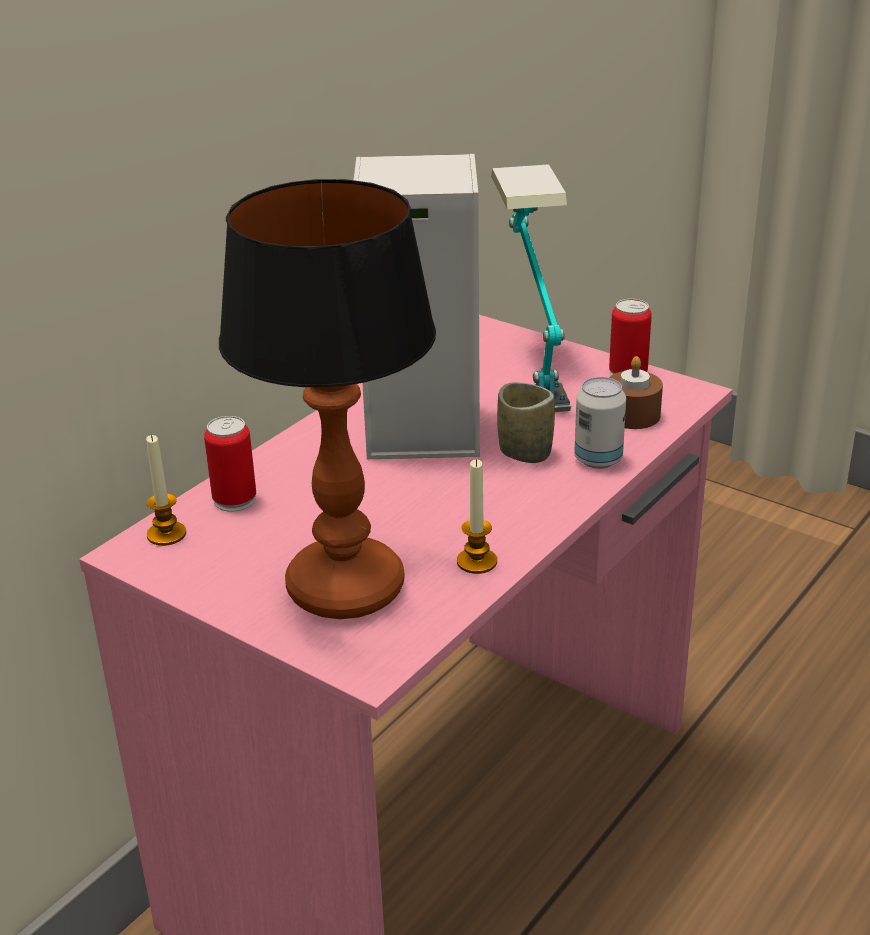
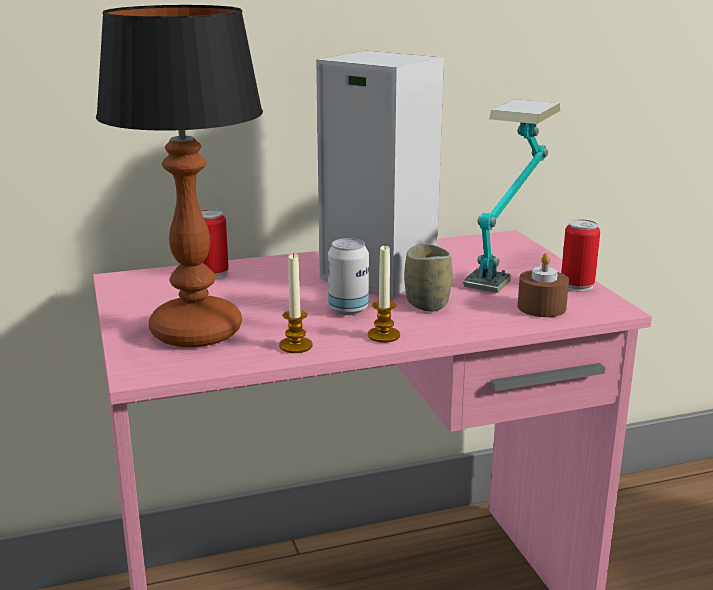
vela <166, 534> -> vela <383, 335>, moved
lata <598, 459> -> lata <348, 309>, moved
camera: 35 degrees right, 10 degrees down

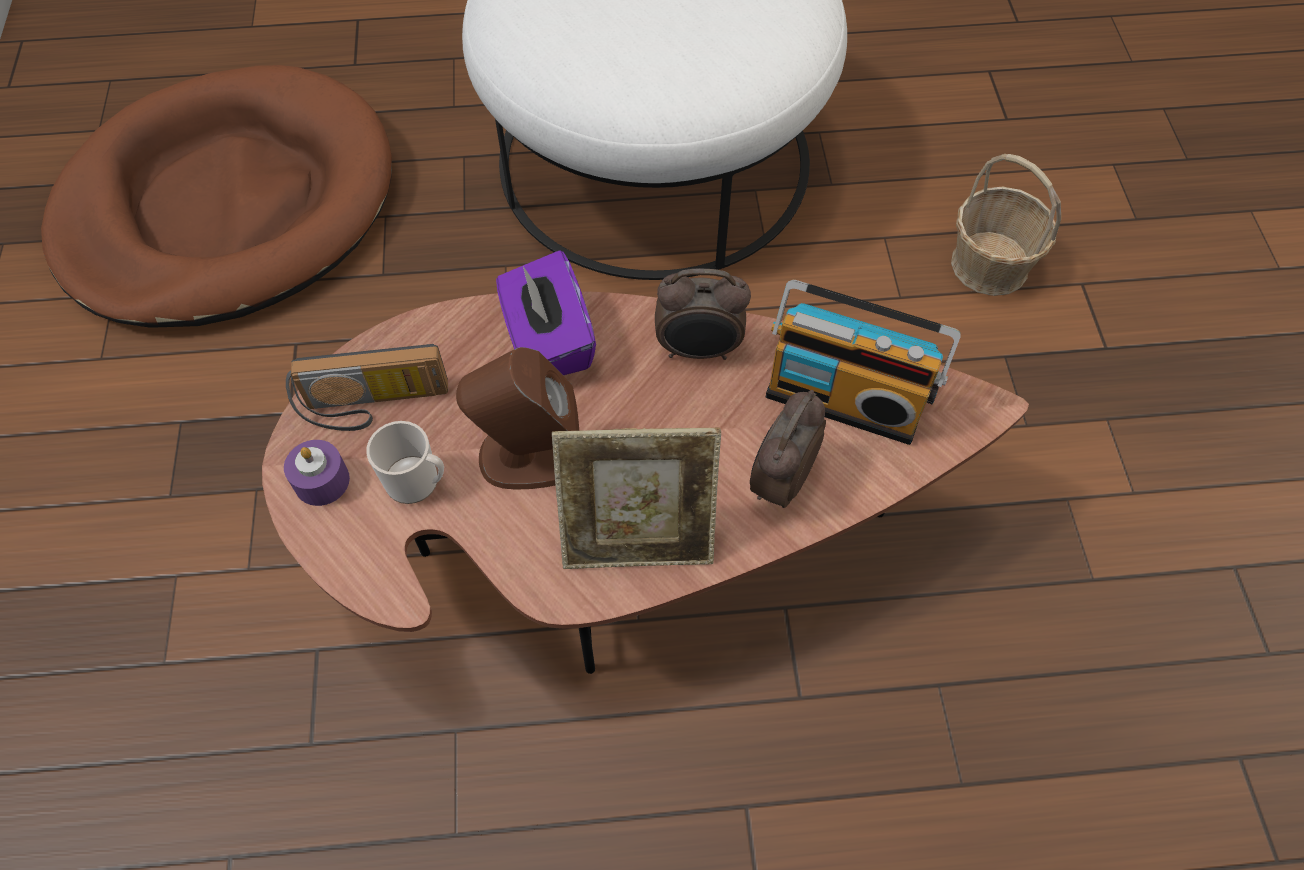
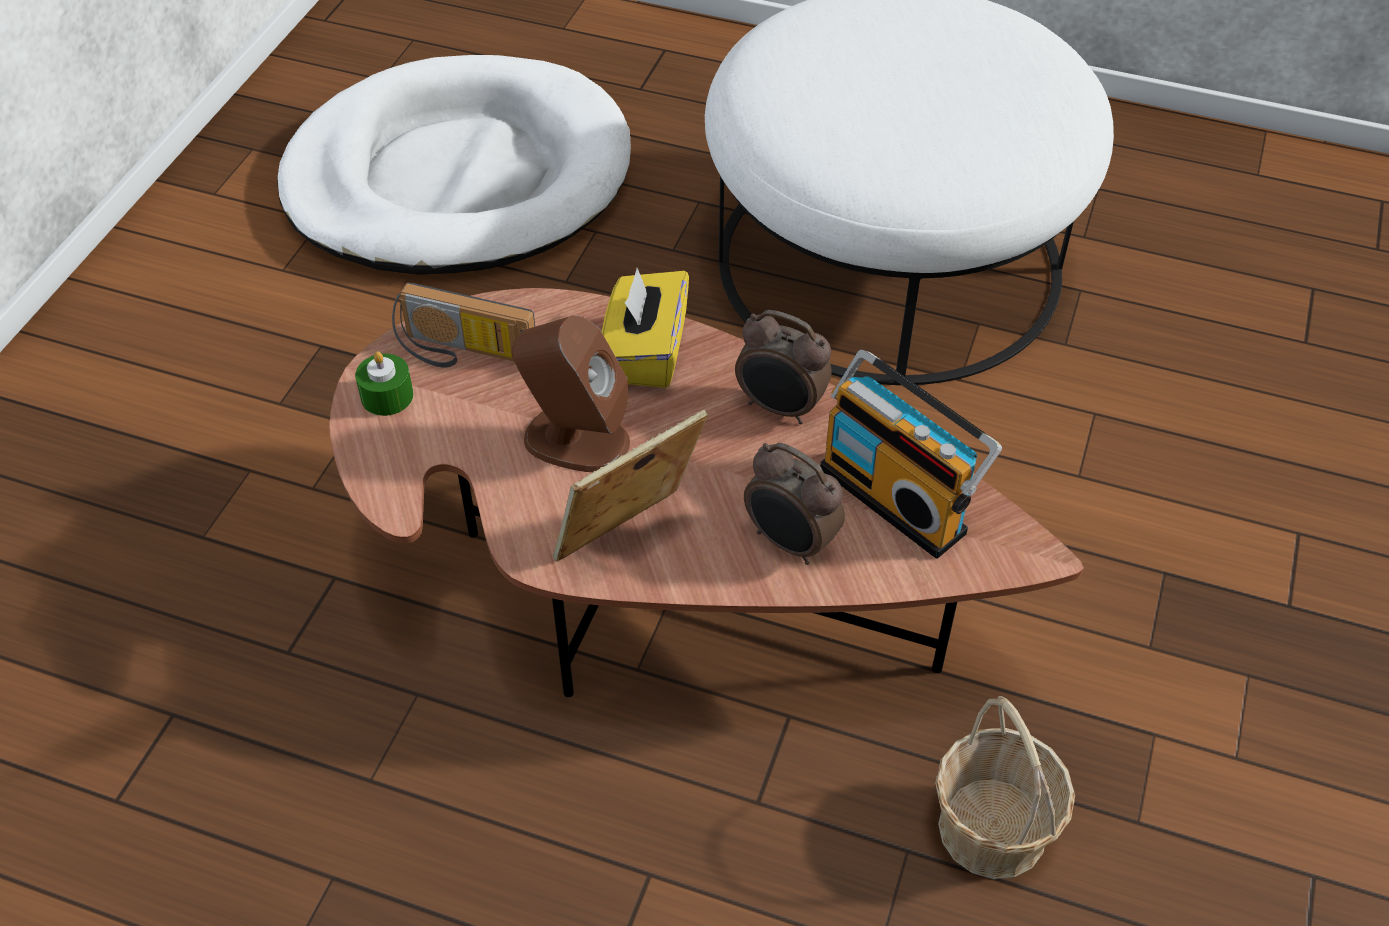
cama para perro [marrón] <228, 206> -> cama para perro [blanco] <458, 178>
vela [morado] <322, 481> -> vela [verde] <387, 396>
taza grande <417, 482> -> none
caja de pañuelos [morado] <548, 341> -> caja de pañuelos [amarillo] <645, 353>
portarretratos <638, 539> -> portarretratos <630, 542>, 120 degrees clockwise
despertador <779, 481> -> despertador <790, 543>, 105 degrees counterclockwise
cesta <989, 265> -> cesta <992, 830>, moved
camera: 25 degrees right, 10 degrees down

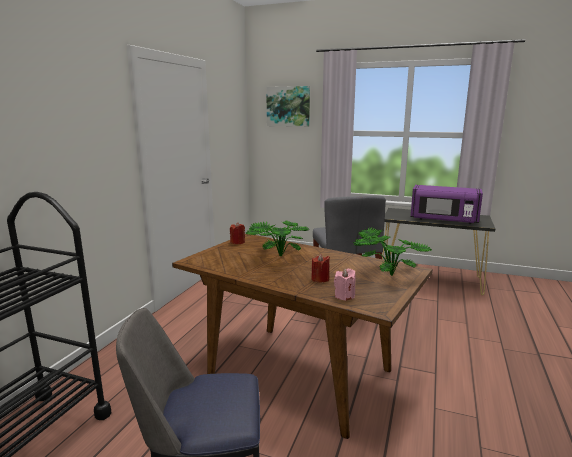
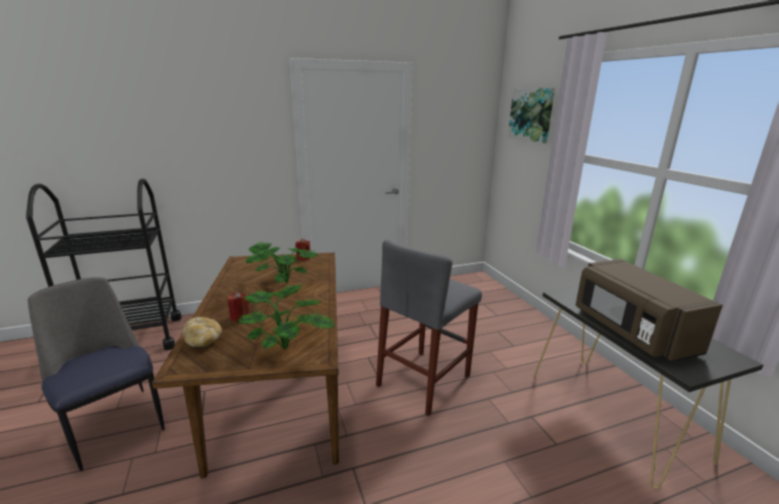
vela [rosa] <344, 296> -> pan <203, 341>
microondas [morado] <443, 220> -> microondas [marrón] <631, 331>
camera: 50 degrees right, 5 degrees up

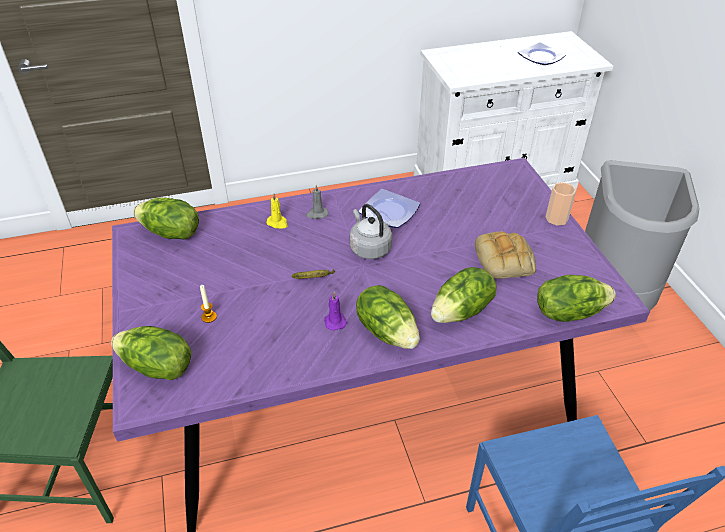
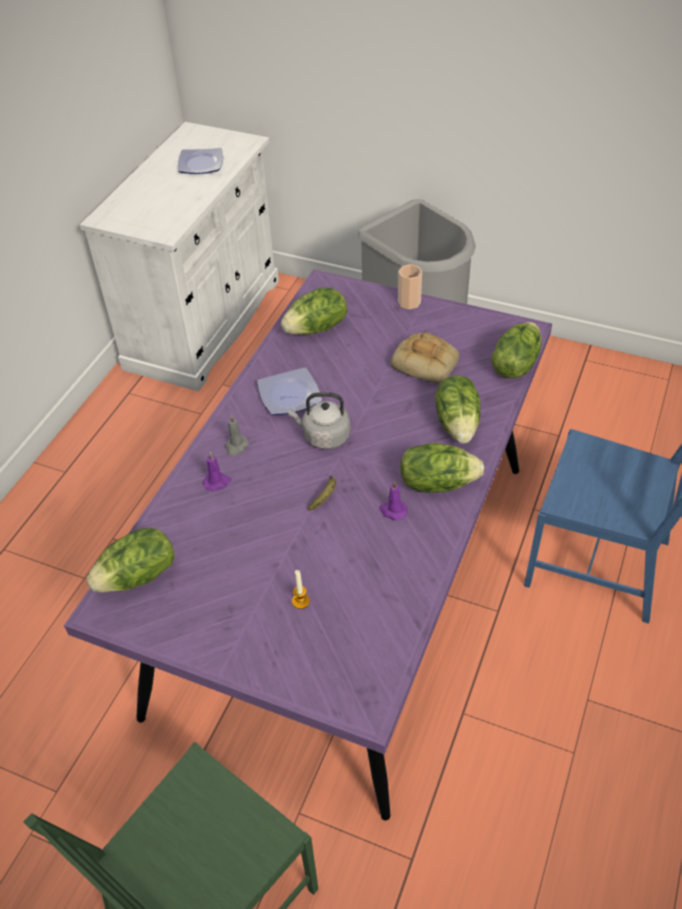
lechuga <157, 368> -> lechuga <317, 328>, moved
vela [amarillo] <277, 223> -> vela [morado] <217, 482>
camera: 50 degrees left, 5 degrees up

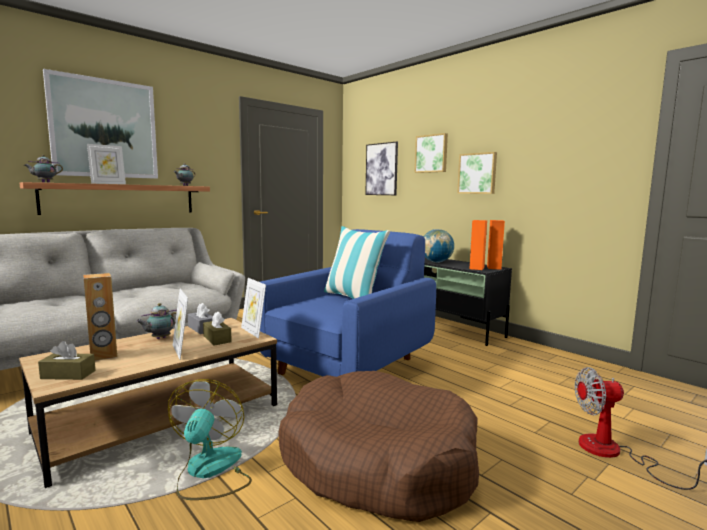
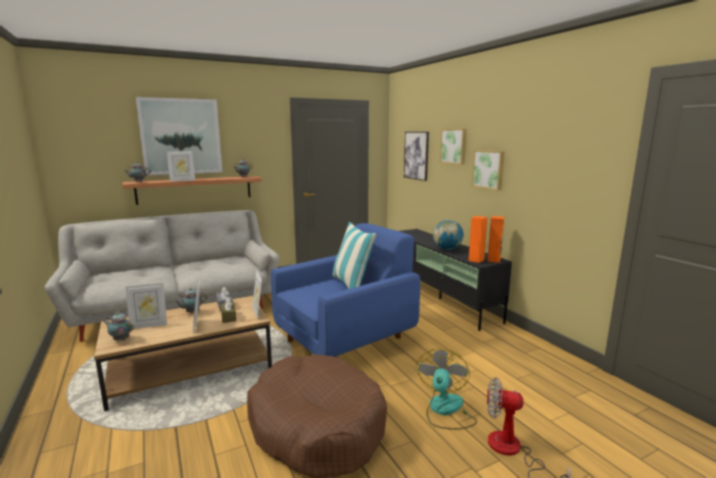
caja de pañuelos [marrón] <68, 374> -> tetera <121, 339>
altavoz [marrón] <103, 356> -> portarretratos <149, 325>
ventilador <209, 472> -> ventilador <445, 410>, moved
camera: 15 degrees right, 5 degrees up

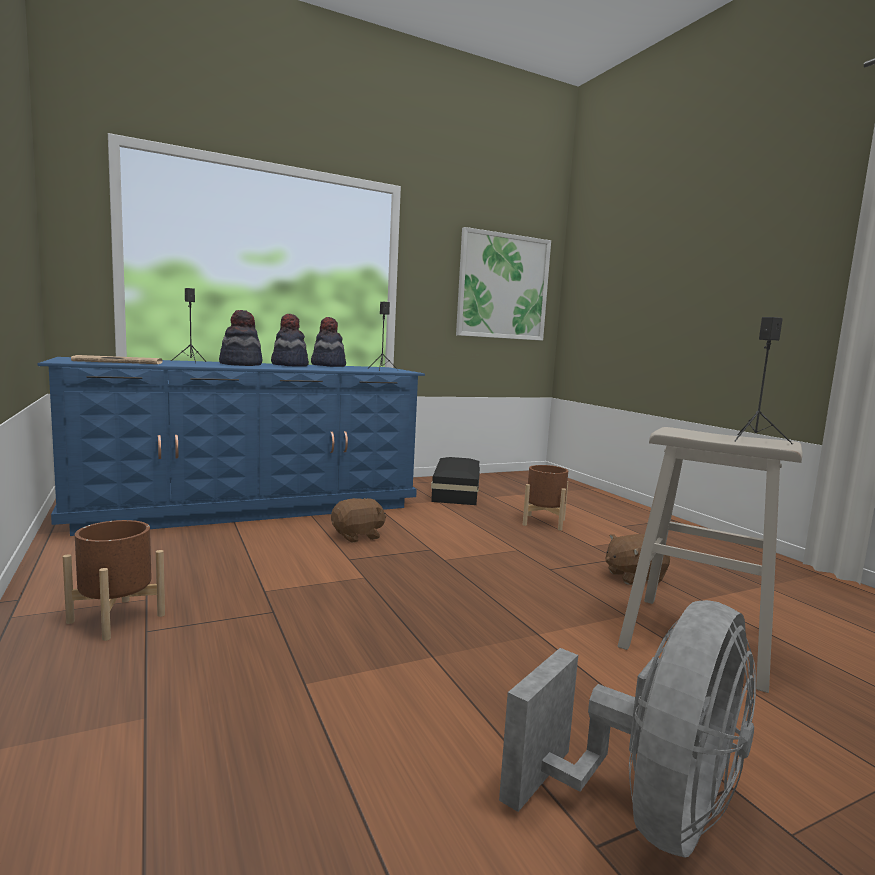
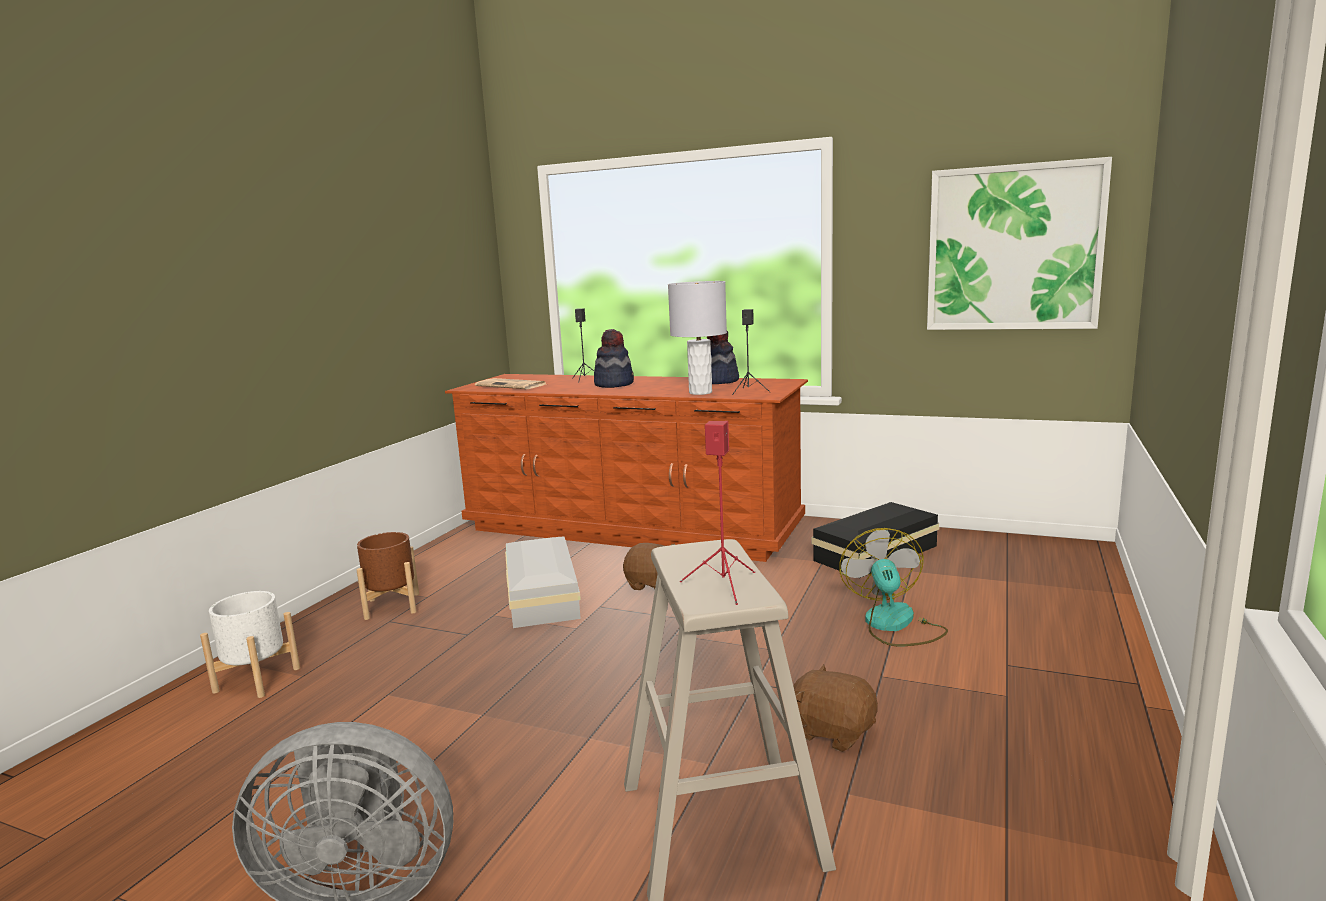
cómoda [azul] <249, 506> -> cómoda [marrón] <630, 528>
sombrero <289, 365> -> none
maceta [marrón] <544, 522> -> ventilador <894, 625>
altavoz [negro] <753, 439> -> altavoz [rojo] <724, 585>
none -> maceta [blanco] <256, 680>
none -> caja de almacenaje [blanco] <543, 594>
none -> lámpara de mesa [gris] <700, 392>
camera: 50 degrees right, 5 degrees up

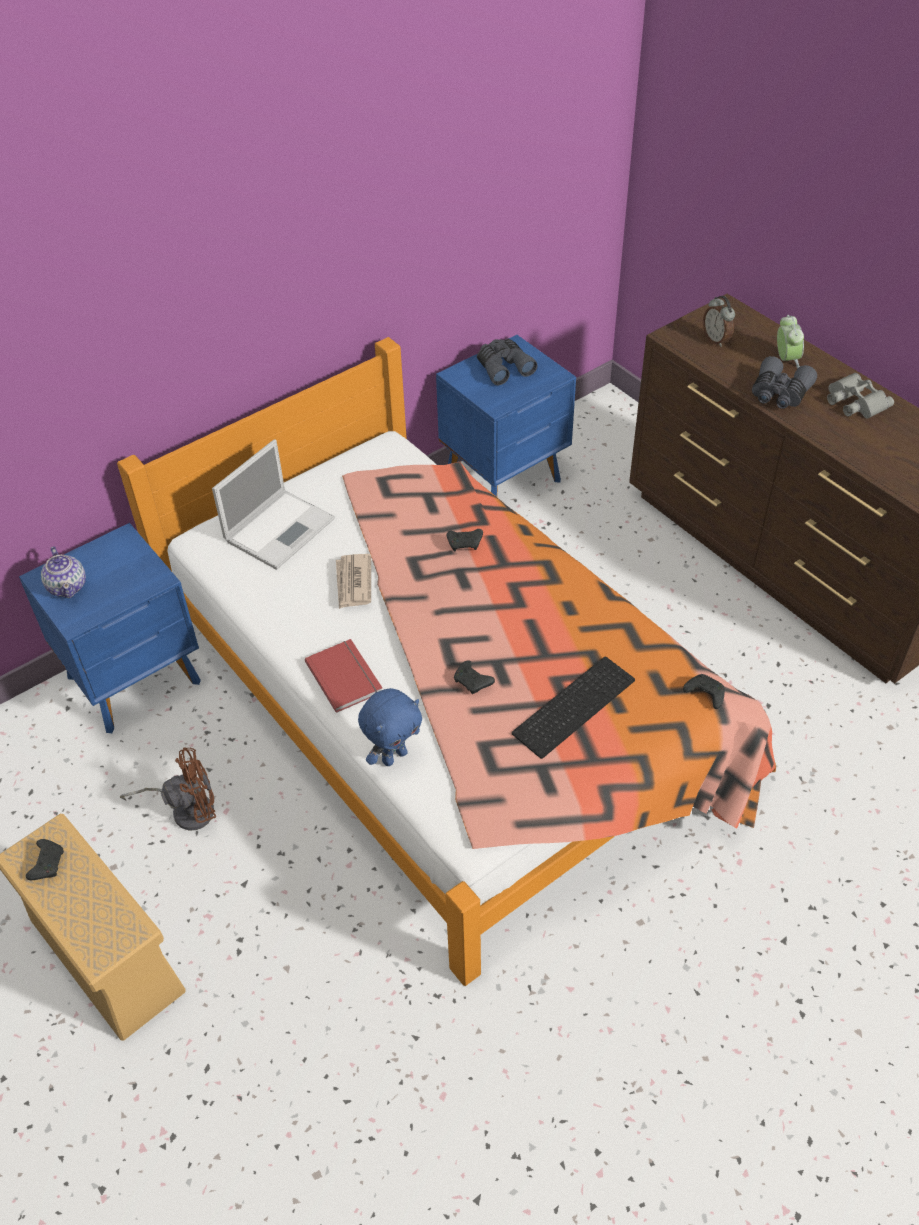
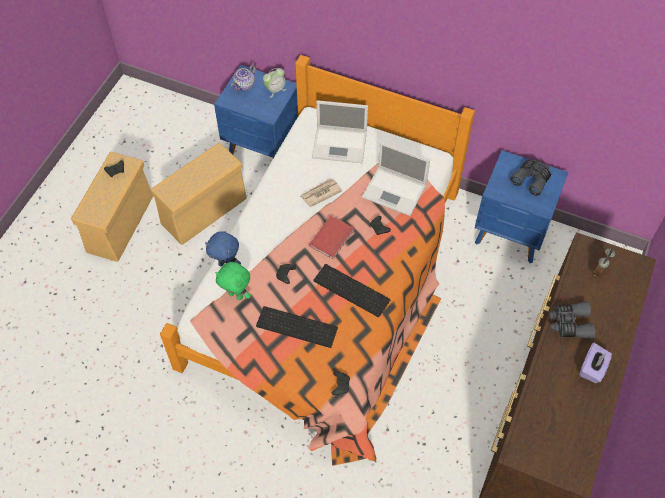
ventilador [marrón] <186, 810> -> caja de almacenaje [beis] <205, 210>
libro [rojo] <346, 676> -> libro [rojo] <333, 238>, moved
despertador <786, 360> -> despertador <275, 90>, moved
prismáticos [gris] <854, 401> -> caja de pañuelos [morado] <592, 368>
none -> peluche [verde] <236, 295>
none -> teclado <353, 289>
none -> portátil <395, 191>
camera: 60 degrees right, 10 degrees up

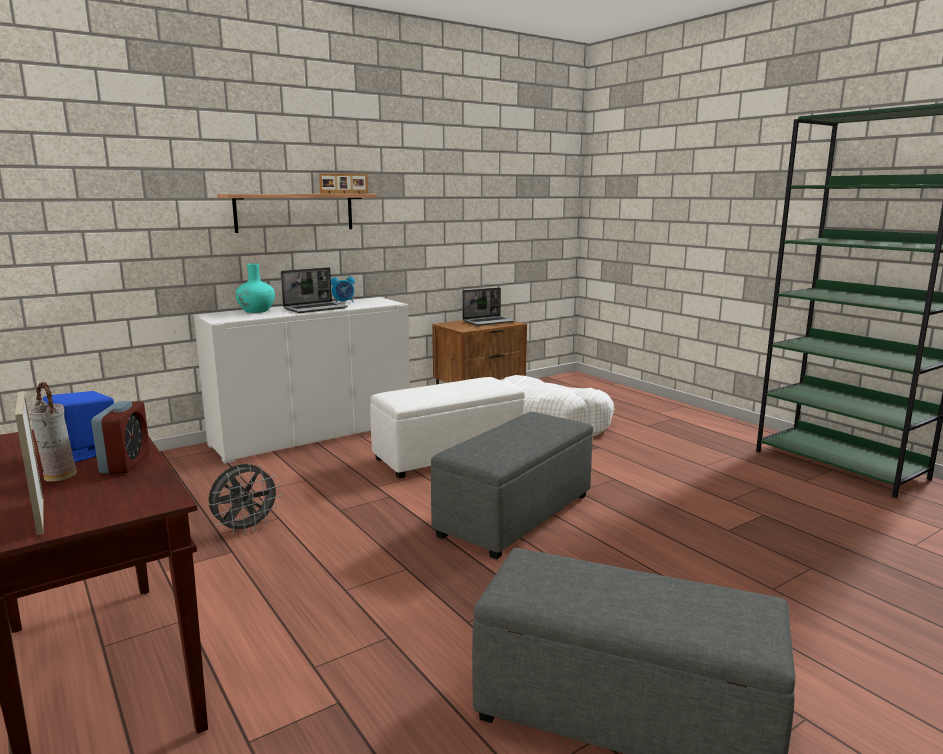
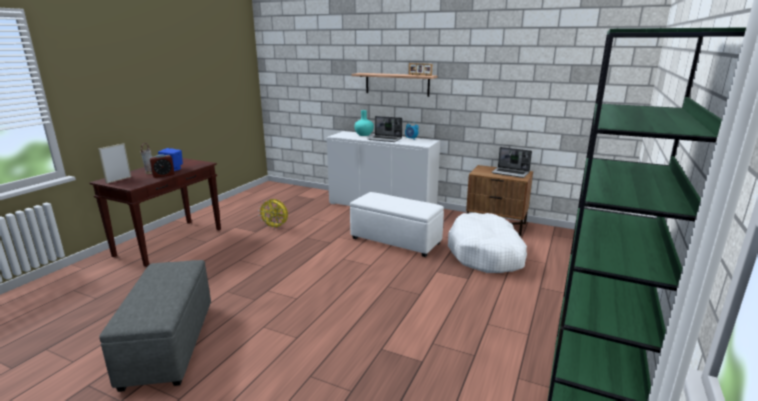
ventilador [gris] <246, 529> -> ventilador [amarillo] <275, 227>
puf [gris] <516, 514> -> none
camera: 60 degrees right, 5 degrees up

